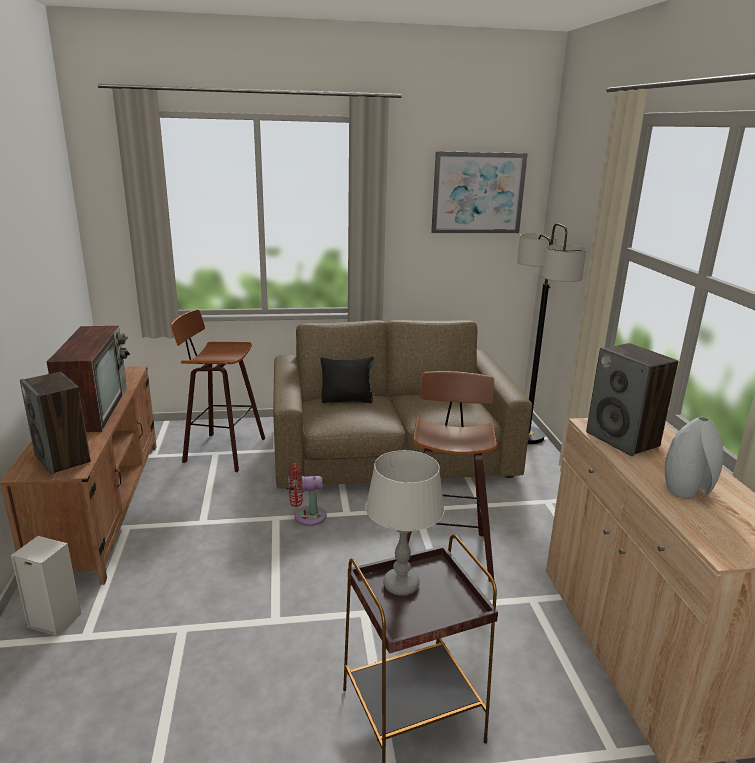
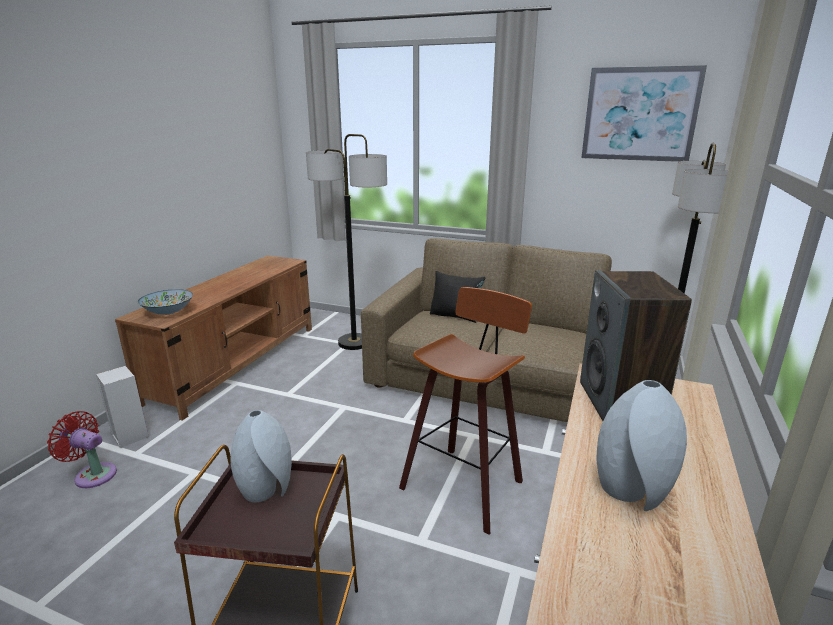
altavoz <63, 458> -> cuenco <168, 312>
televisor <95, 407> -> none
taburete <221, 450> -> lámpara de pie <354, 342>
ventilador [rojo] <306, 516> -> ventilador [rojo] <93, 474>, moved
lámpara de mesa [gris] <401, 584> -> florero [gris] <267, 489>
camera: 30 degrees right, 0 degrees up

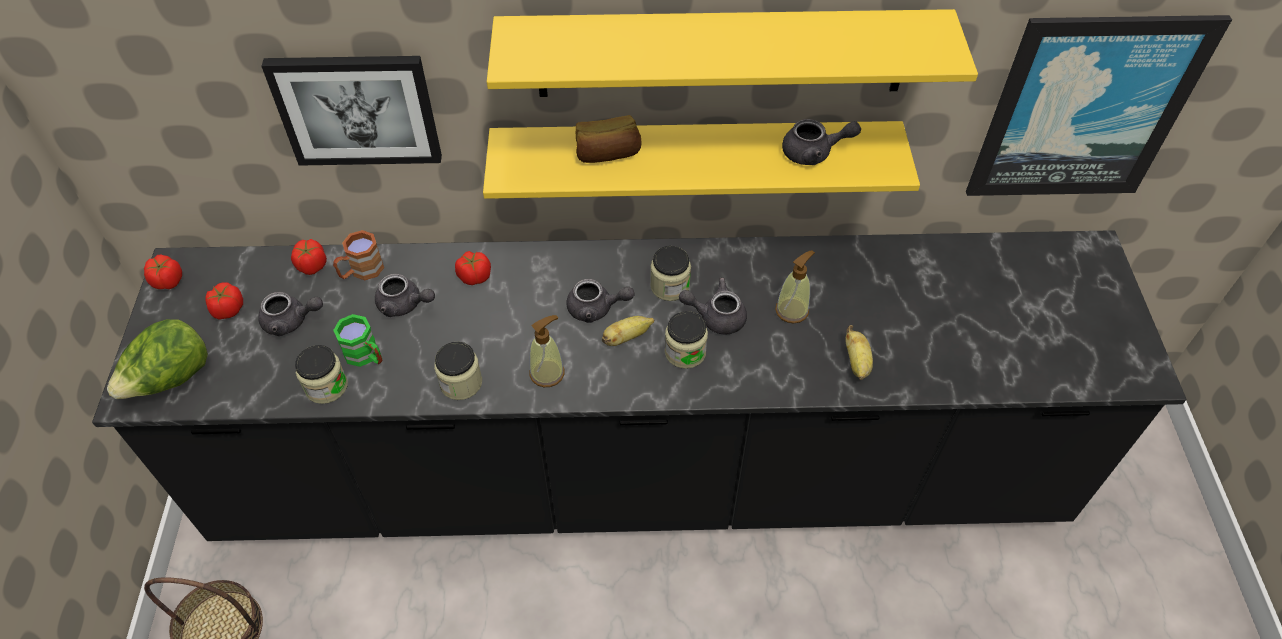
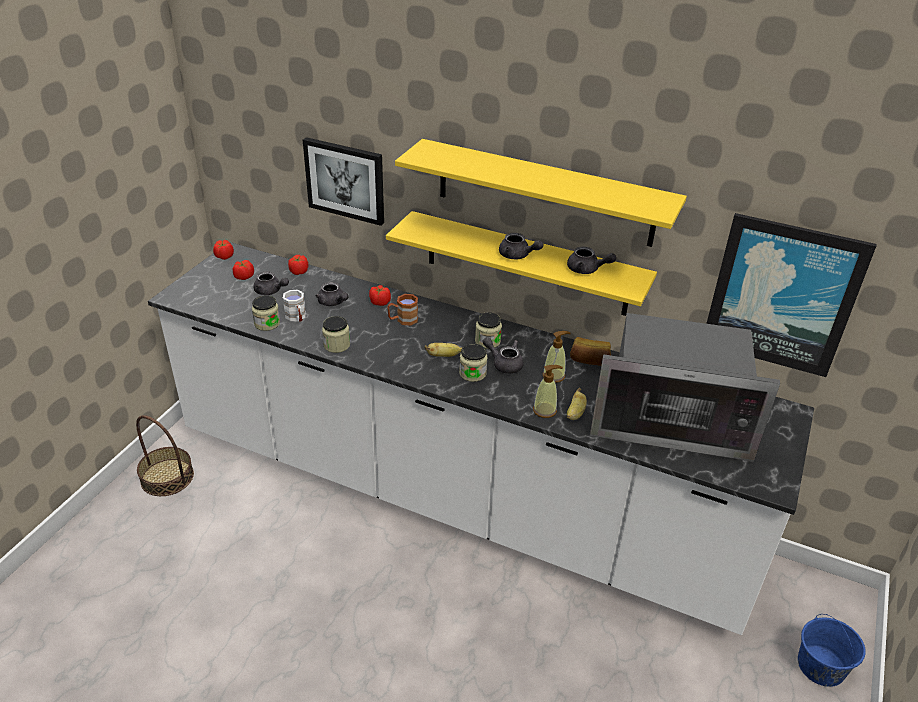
mueble bajo de cocina [negro] <641, 476> -> mueble bajo de cocina [blanco] <454, 497>
lechuga <171, 379> -> none
taza grande [marrón] <361, 271> -> taza grande [marrón] <403, 320>, moved
taza grande [verde] <366, 356> -> taza grande [blanco] <297, 318>
dispensador de jabón <547, 373> -> dispensador de jabón <545, 410>, moved
tetera [gris] <596, 309> -> tetera [gris] <517, 256>, moved
pan <607, 154> -> pan <589, 360>, moved
none -> microondas <671, 421>
none -> cubo [azul] <821, 666>
camera: 25 degrees right, 15 degrees down

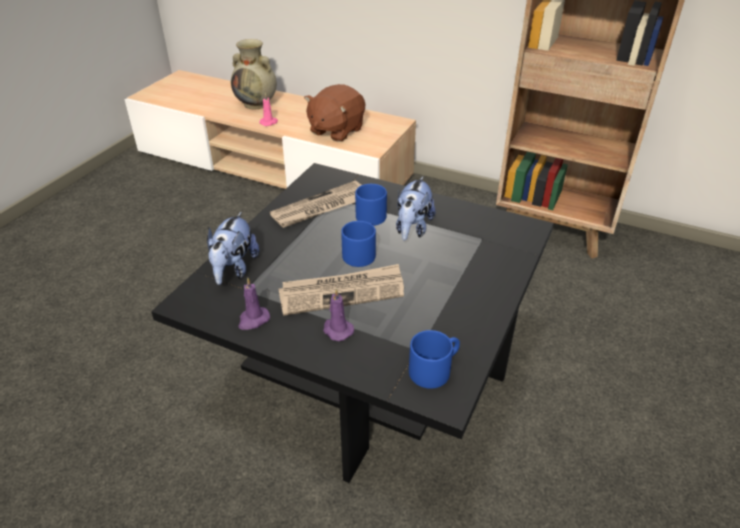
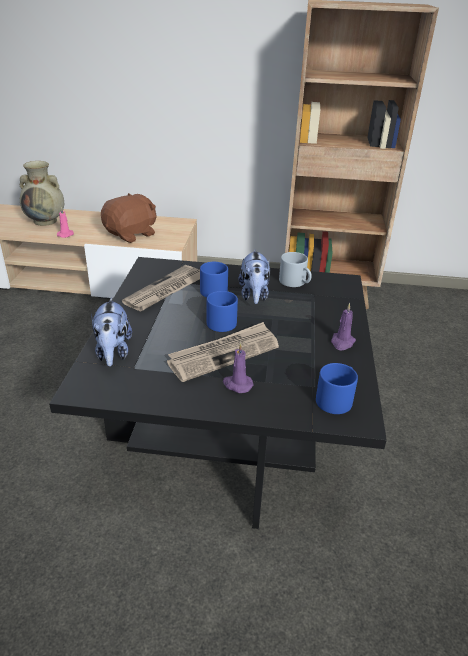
vela [morado] <253, 320> -> vela [morado] <342, 342>, moved
peluche [marrón] <336, 130> -> peluche [marrón] <131, 234>, 150 degrees counterclockwise
none -> taza grande [gris] <296, 282>
camera: 20 degrees left, 5 degrees down

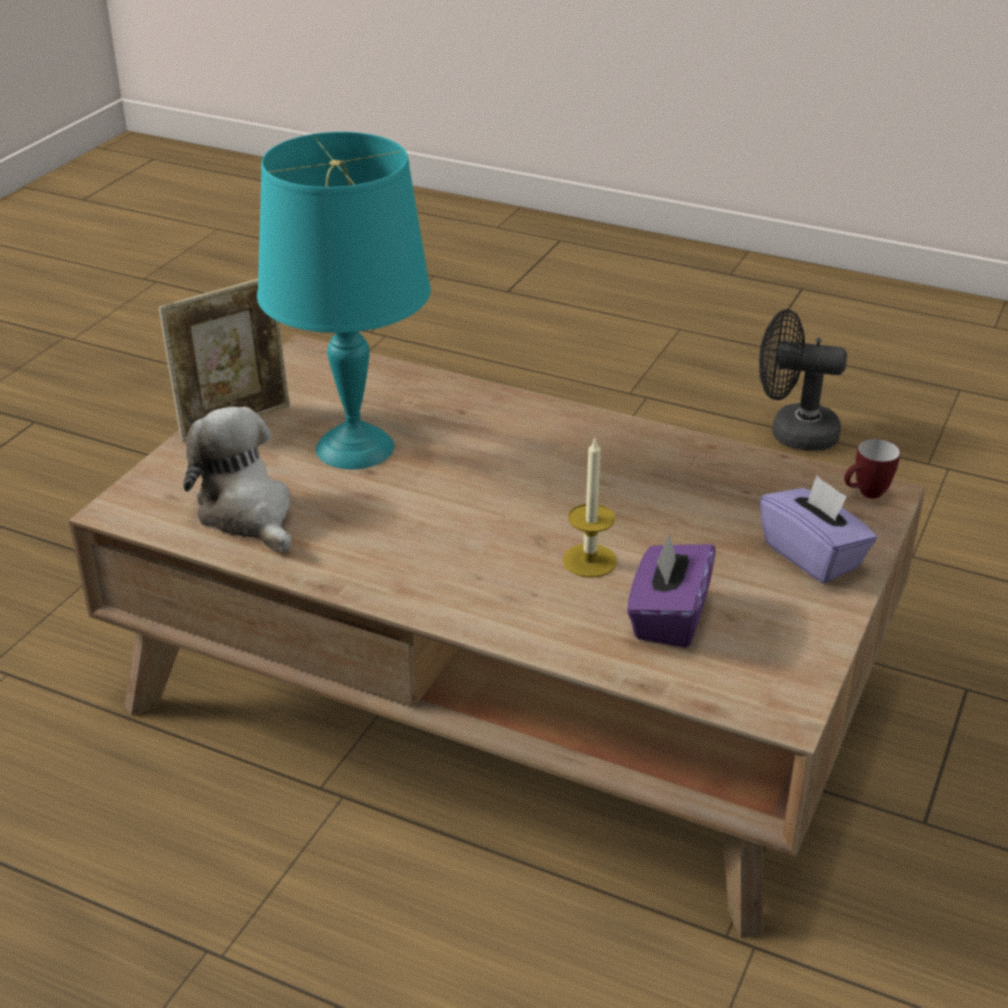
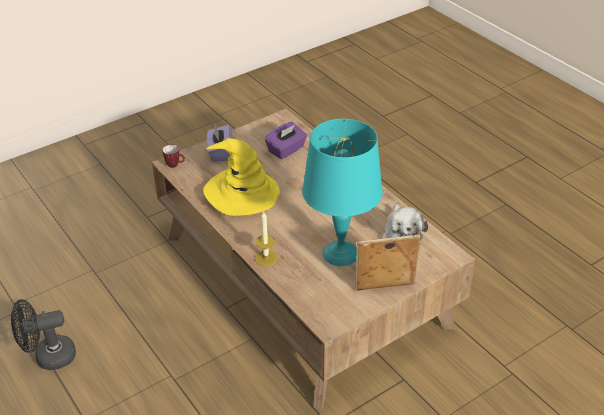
vela <589, 560> -> vela <266, 258>, moved
ventilador [negro] <792, 433> -> ventilador [negro] <48, 357>, 120 degrees clockwise
none -> sombrero [amarillo] <241, 193>
camera: 150 degrees left, 5 degrees up

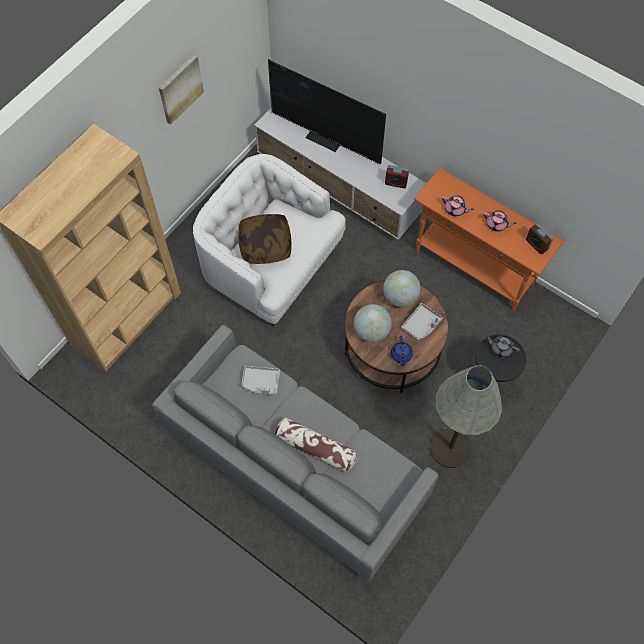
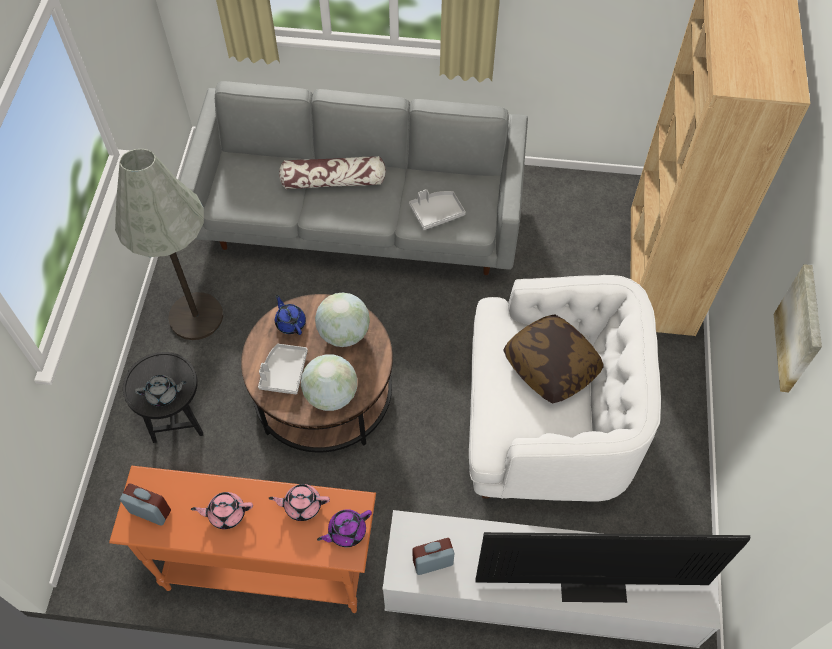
none -> tetera [morado] <346, 531>
camera: 150 degrees right, 5 degrees down

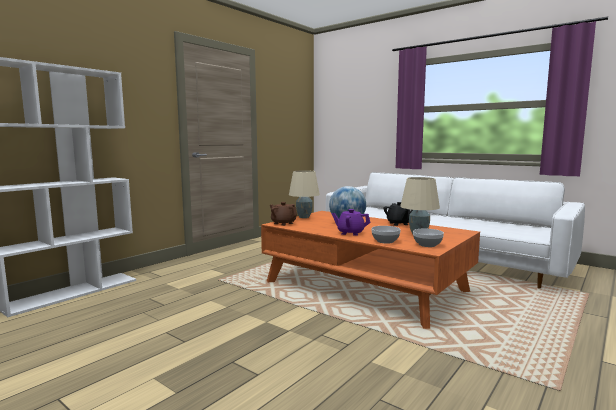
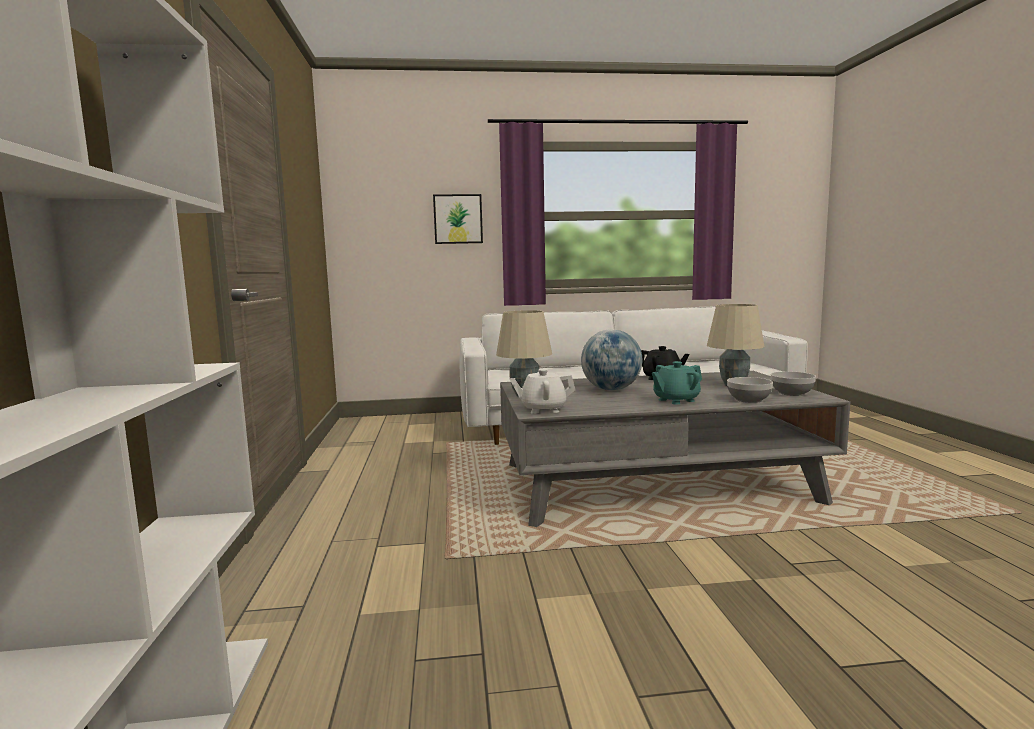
mesa de centro [naranja] <365, 287> -> mesa de centro [gris] <655, 483>
tetera [marrón] <283, 223> -> tetera [blanco] <543, 409>
tetera [morado] <350, 233> -> tetera [turquesa] <676, 400>
none -> cuadro <458, 219>
camera: 45 degrees left, 0 degrees up

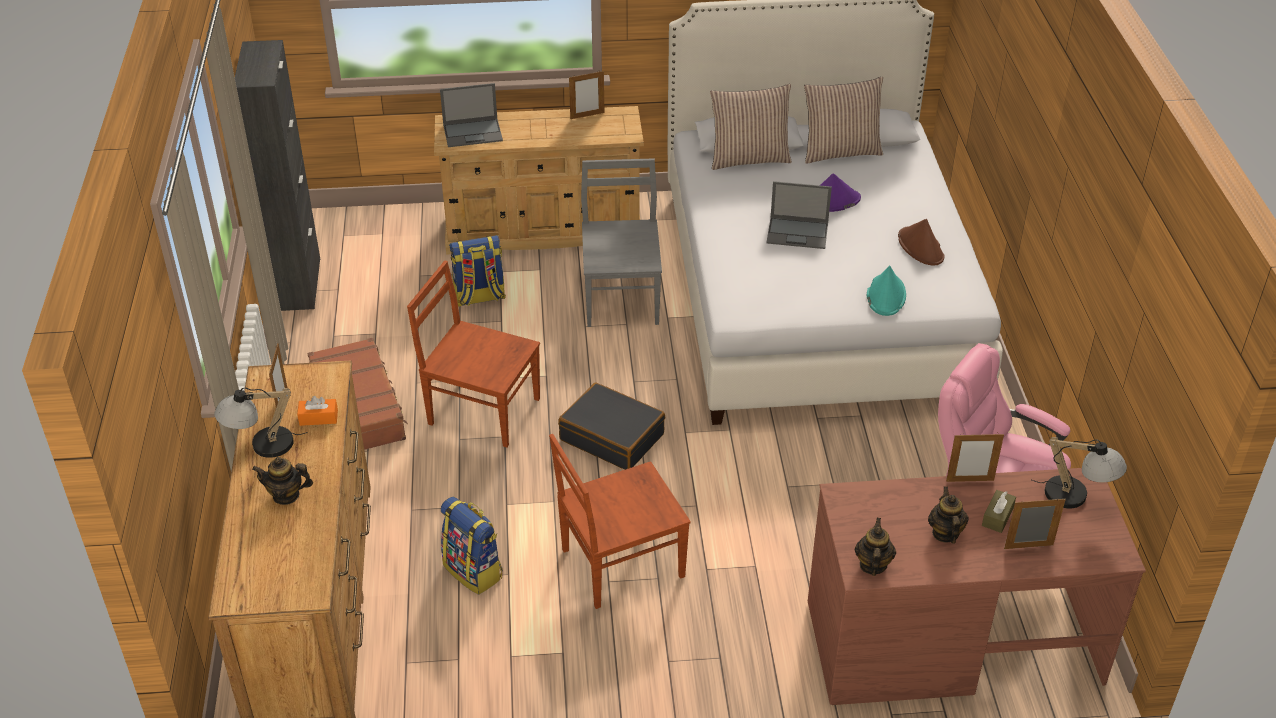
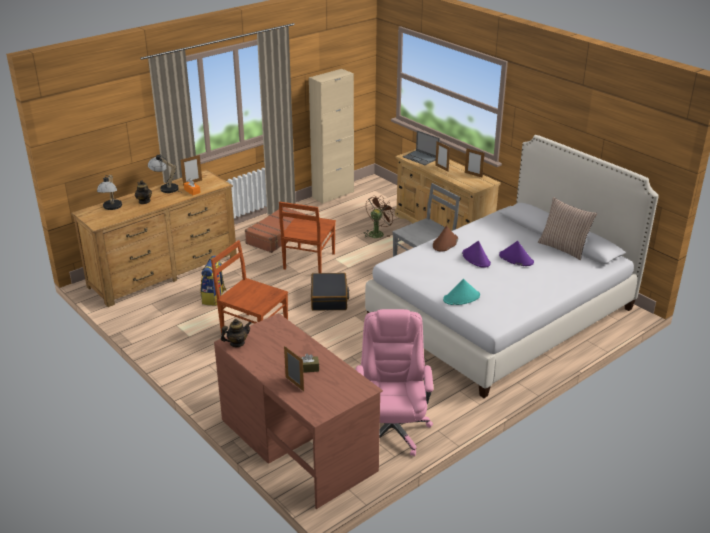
armario [negro] <299, 284> -> armario [beis] <333, 194>
silla [marrón] <481, 410> -> silla [marrón] <308, 262>, 150 degrees counterclockwise
mochila <479, 297> -> ventilador [marrón] <377, 233>
cojín <749, 158> -> none
portátil <798, 233> -> sombrero [morado] <476, 258>
sombrero [marrón] <921, 247> -> sombrero [marrón] <445, 243>, moved
tetera <945, 533> -> none
portarretratos <970, 480> -> portarretratos <441, 168>, moved
lámpara de mesa <1077, 498> -> lámpara de mesa <111, 208>, moved
camera: 55 degrees right, 10 degrees down

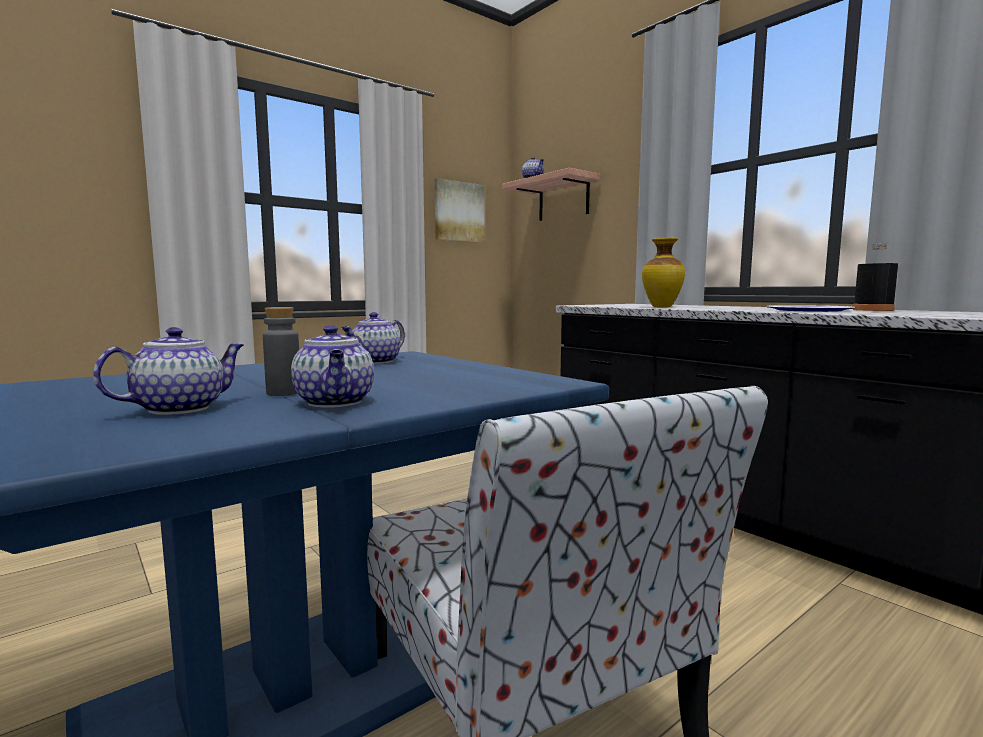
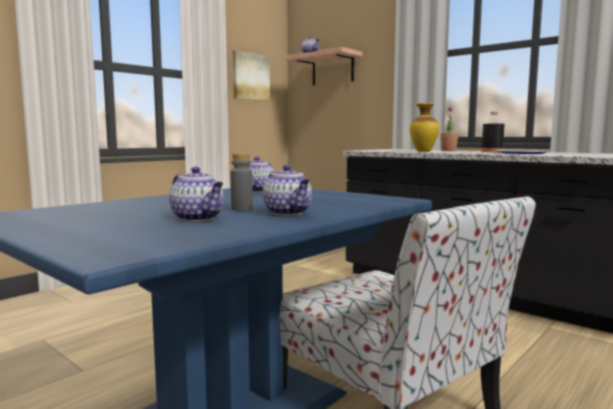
tetera <181, 408> -> tetera <198, 218>, 105 degrees clockwise
botella [negro] <873, 310> -> botella [negro] <492, 151>, moved
none -> planta en maceta <448, 150>
camera: 10 degrees left, 0 degrees up

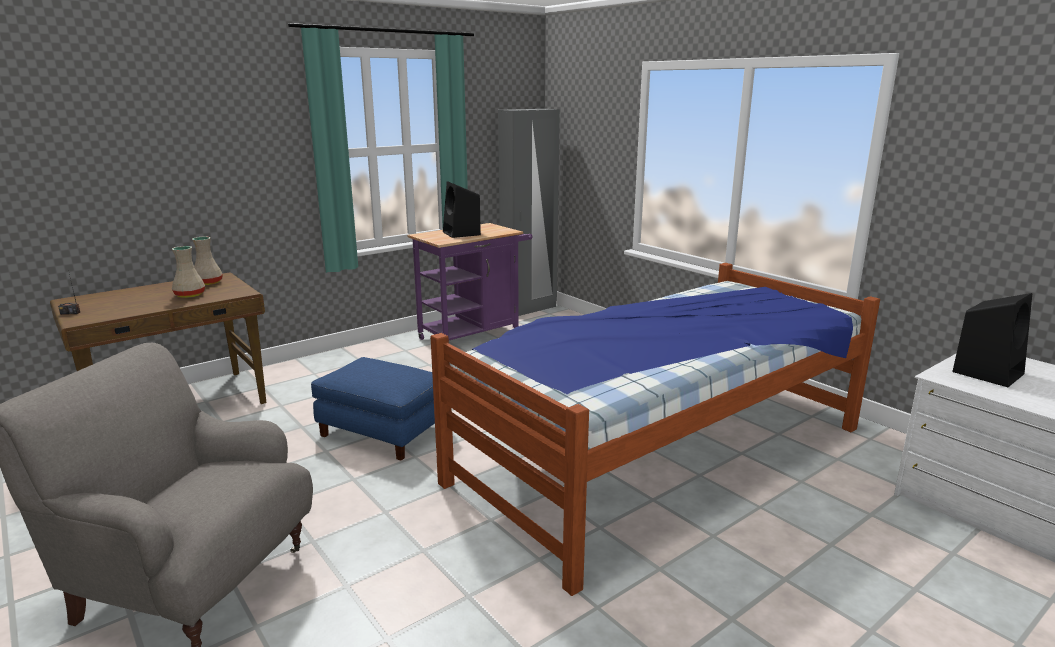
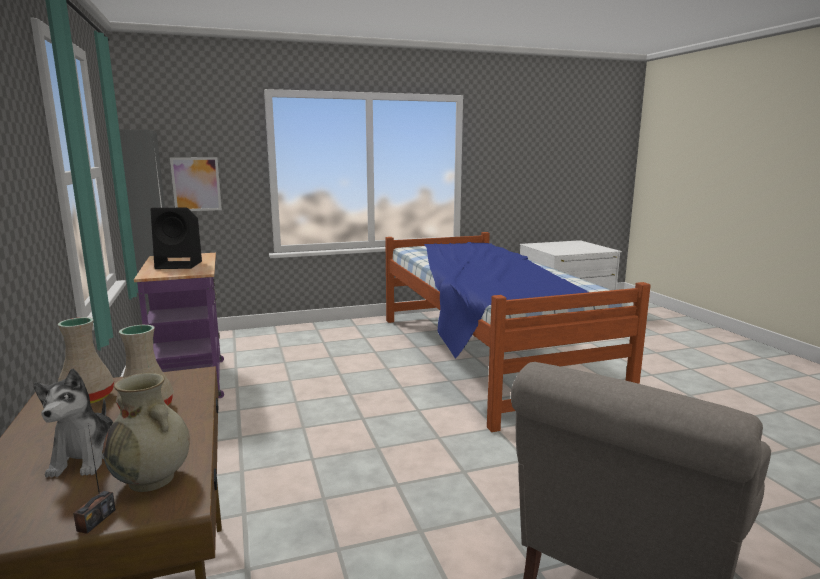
puf [azul] <383, 432> -> none
altavoz [negro] <988, 372> -> none
none -> peluche <87, 457>
none -> florero [beis] <153, 480>
none -> cuadro <196, 184>
camera: 70 degrees left, 5 degrees down

